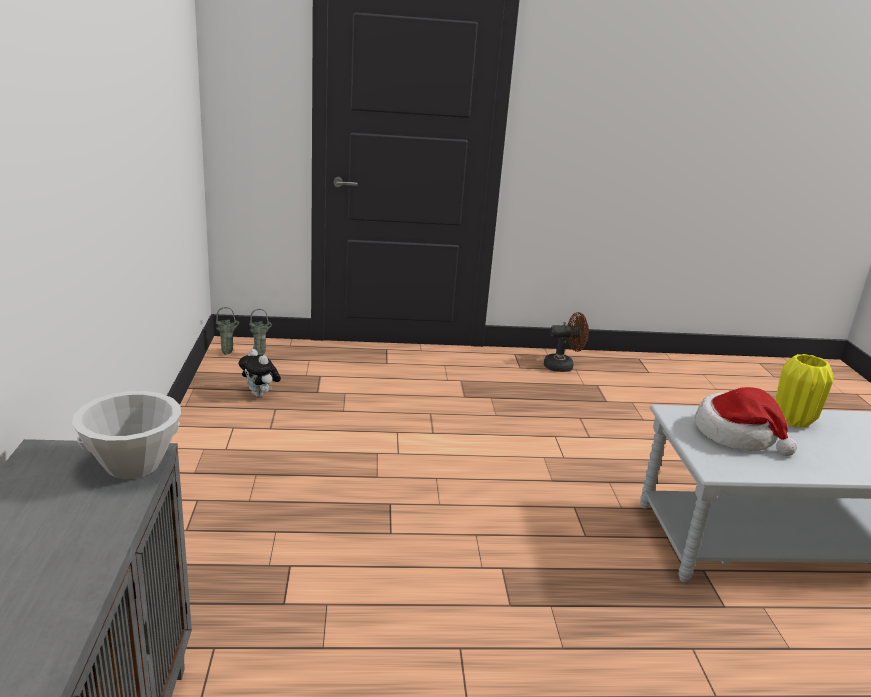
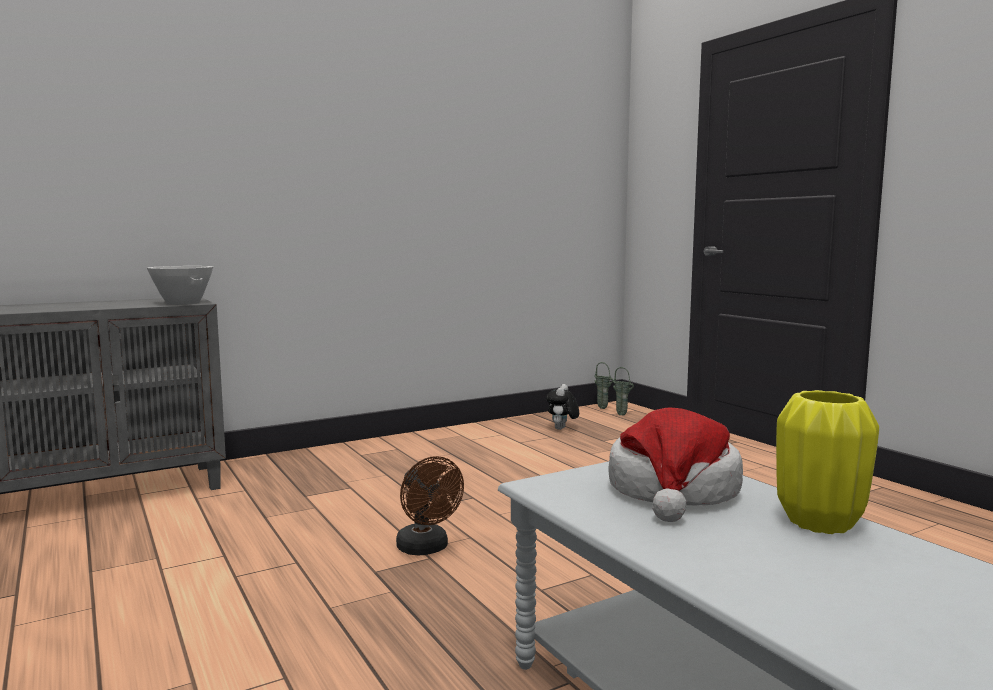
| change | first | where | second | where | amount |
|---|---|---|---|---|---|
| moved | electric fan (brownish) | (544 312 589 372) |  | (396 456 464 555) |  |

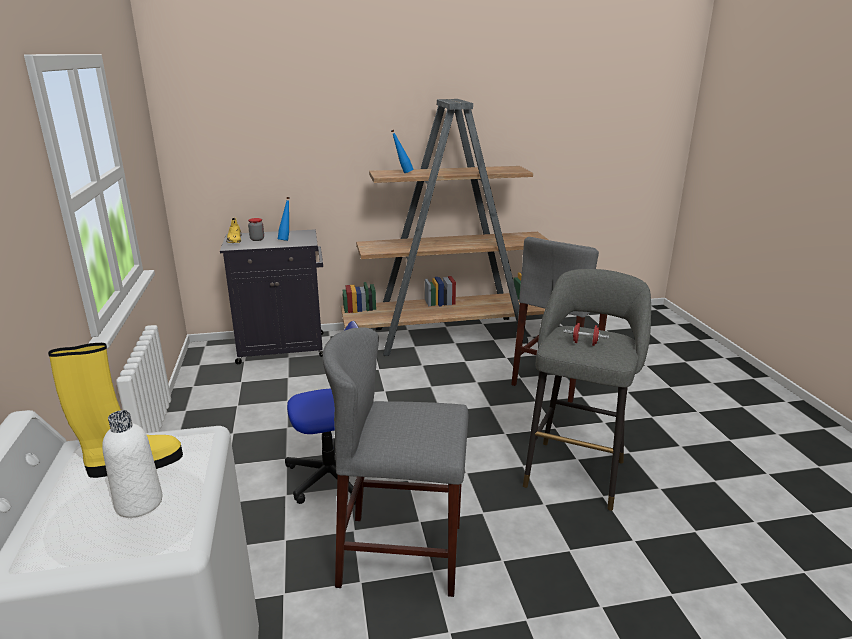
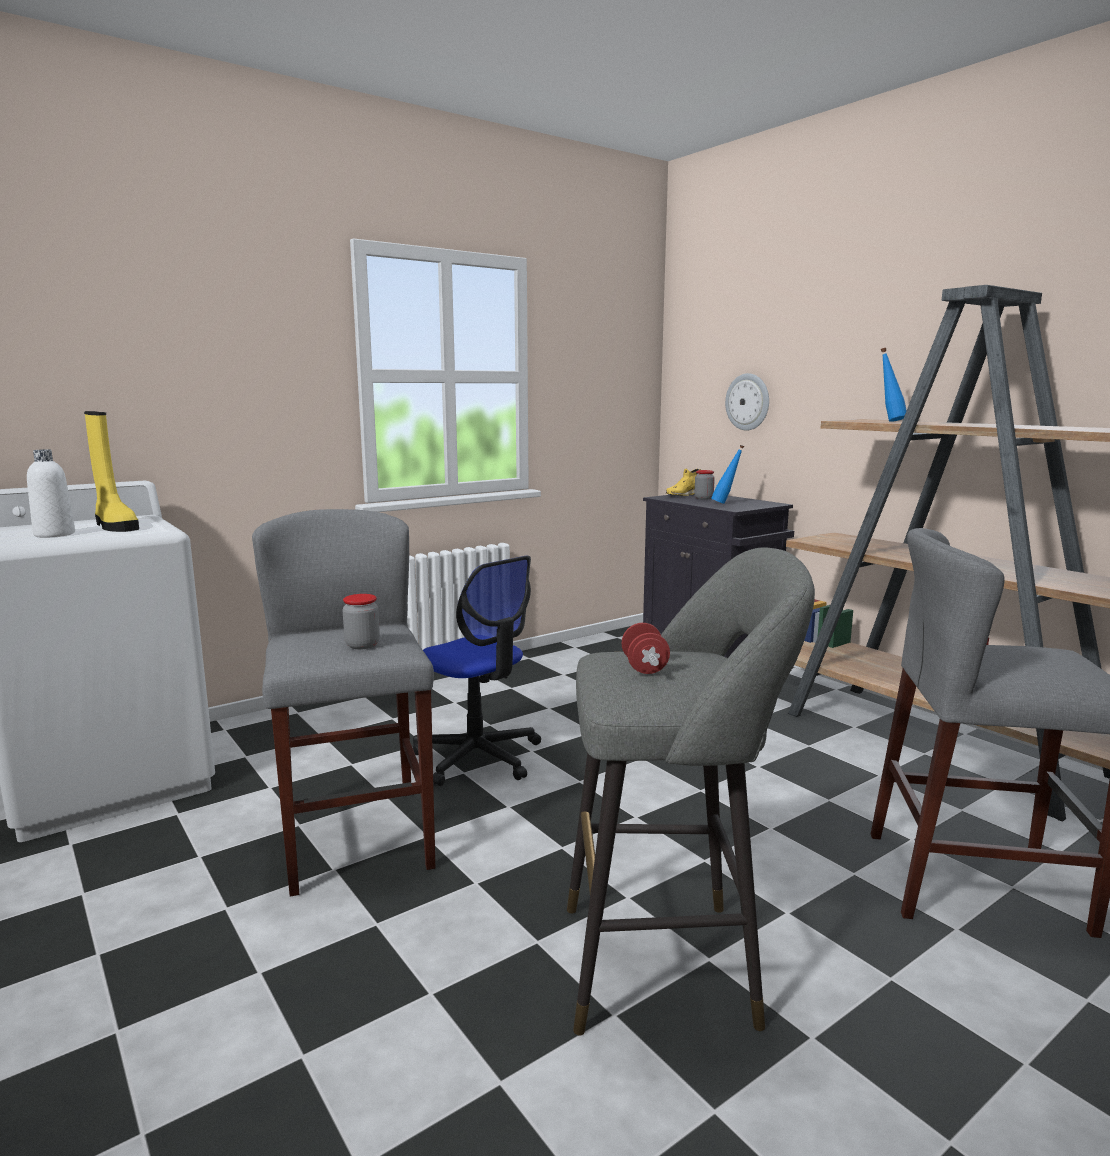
| change | first | where | second | where | amount |
|---|---|---|---|---|---|
| added |  |  | storage jar | (343 594 380 649) |  |
| added |  |  | clock on the wall | (725 373 769 431) |  |

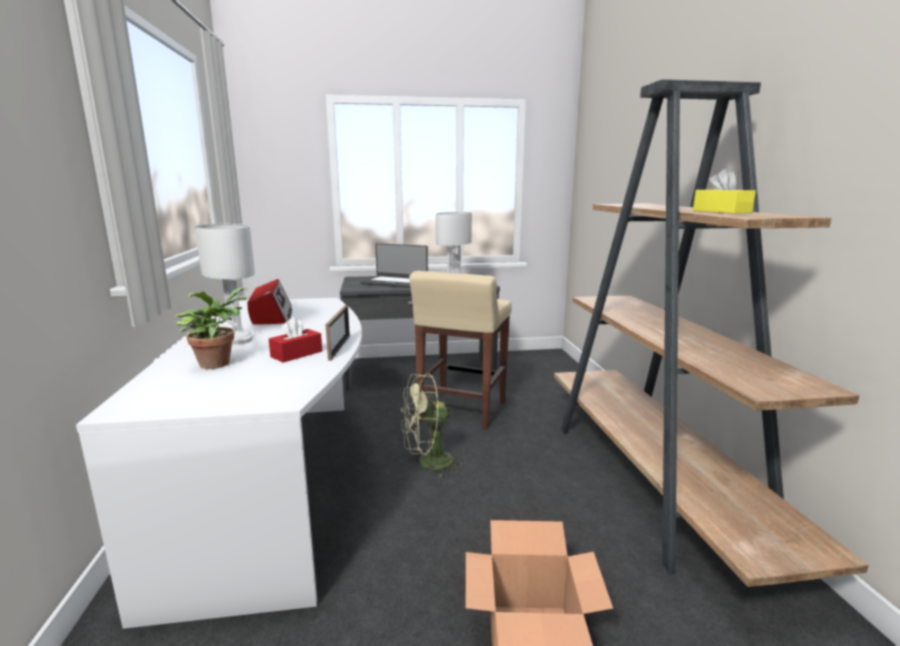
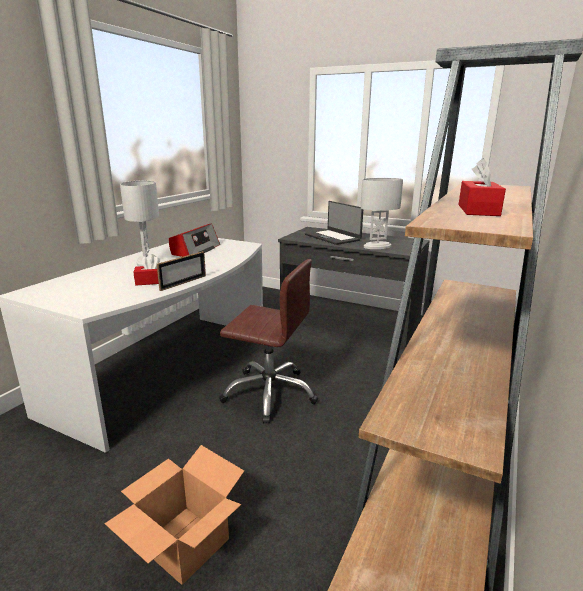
| change | first | where | second | where | amount |
|---|---|---|---|---|---|
| replaced | electric fan (green) | (401 374 466 478) | computer chair (brownish) | (219 259 318 423) |  |
| recoloured | box of tissues (yellow-coloured) | (693 169 756 214) | box of tissues (red) | (459 158 506 216) |  |
| removed | houseplant | (175 287 247 369) |  |  |  |
| removed | stool seat (beige) | (409 271 512 430) |  |  |  |

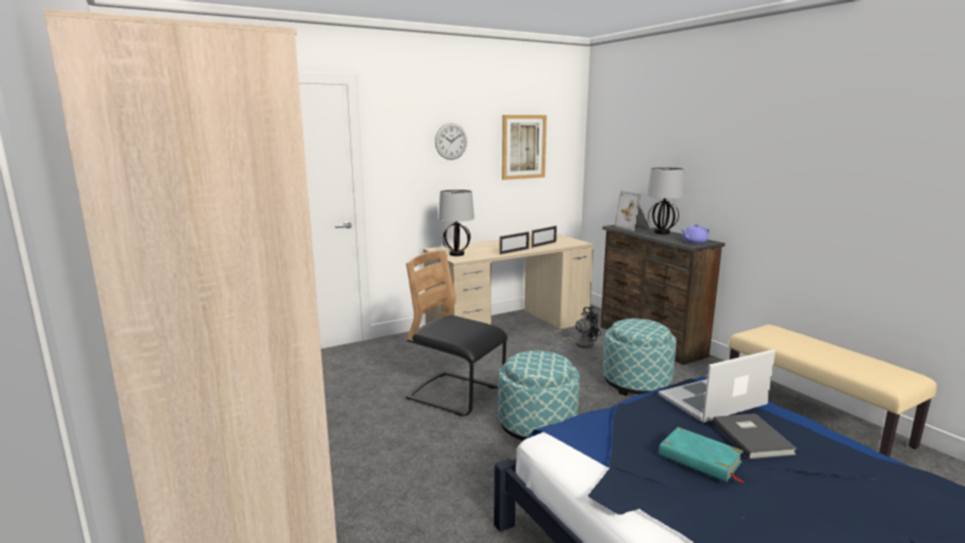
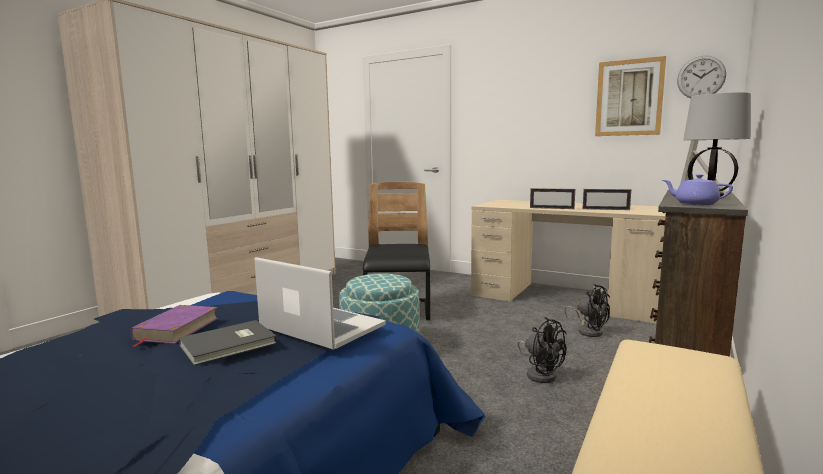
| change | first | where | second | where | amount |
|---|---|---|---|---|---|
| recoloured | book (turquoise) | (659 427 744 483) | book (purple) | (131 305 218 347) |  |
| replaced | ottoman | (603 319 676 396) | electric fan (black-coloured) | (517 317 567 383) |  |
| moved | clock on the wall | (435 123 467 160) |  | (677 55 726 98) |  |
| removed | lamp for a table | (438 190 474 256) |  |  |  |

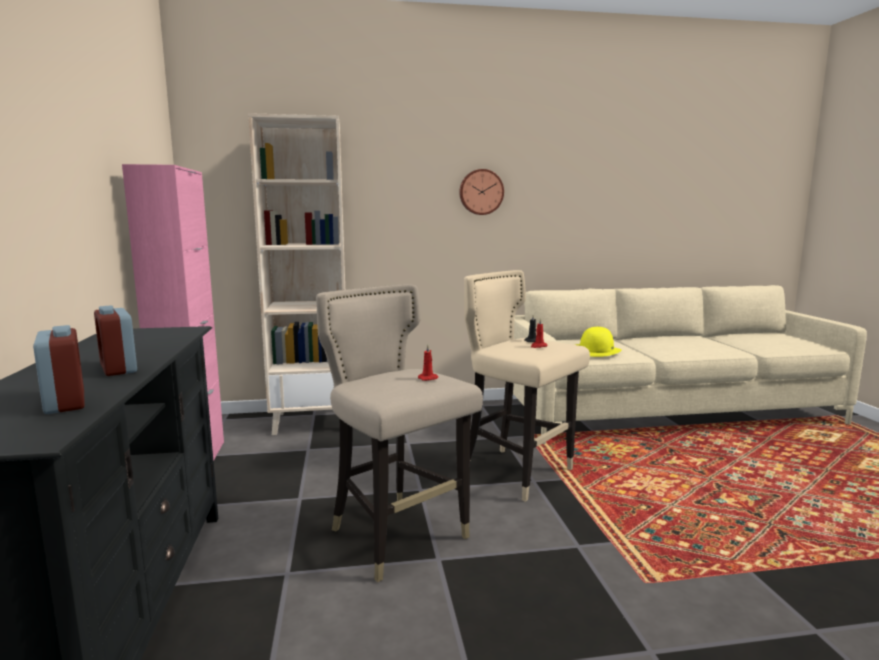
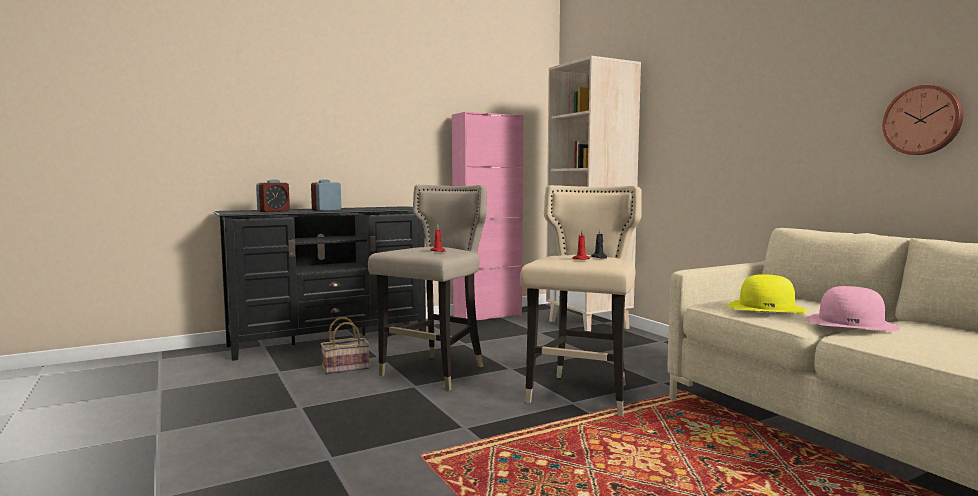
| change | first | where | second | where | amount |
|---|---|---|---|---|---|
| added |  |  | storage basket | (321 317 370 375) |  |
| added |  |  | wearable hat (pink-coloured) | (805 286 900 331) |  |
| moved | clock on the wall | (459 169 504 215) |  | (882 85 963 155) |  |

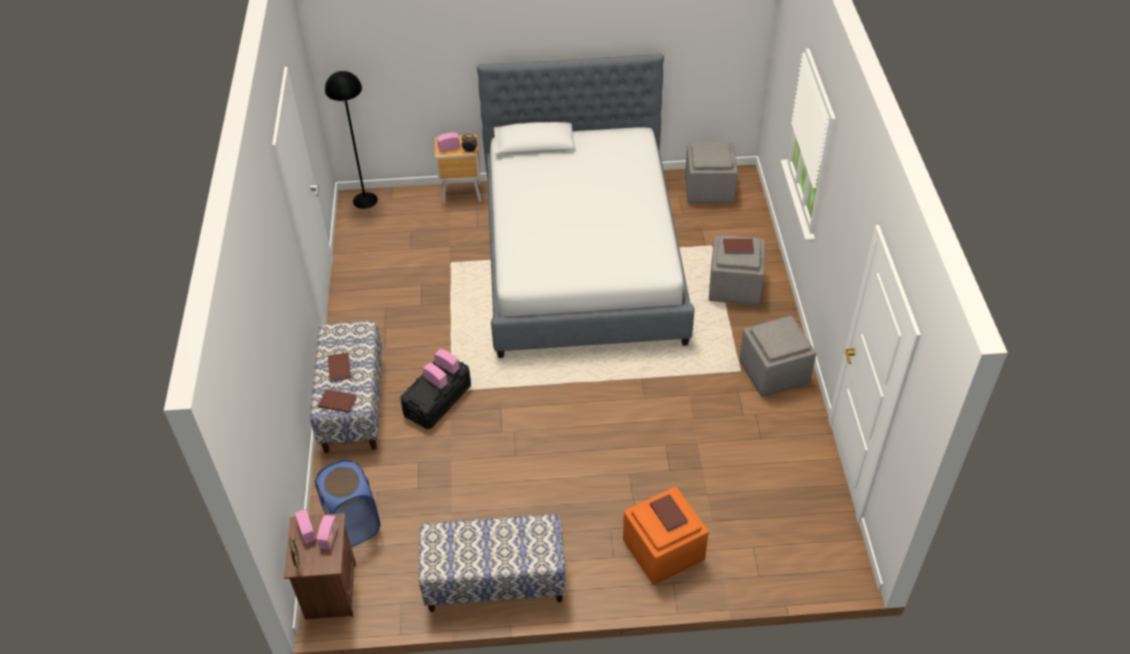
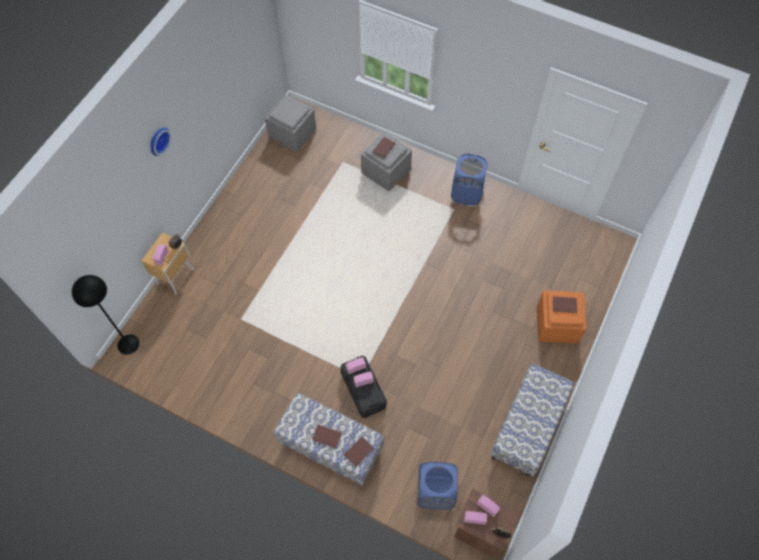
| change | first | where | second | where | amount |
|---|---|---|---|---|---|
| added |  |  | clock on the wall | (150 128 171 156) |  |
| replaced | ottoman (grey) | (739 316 816 397) | hamper (blue-coloured) | (451 154 488 206) |  |
| removed | bed | (477 53 694 358) |  |  |  |

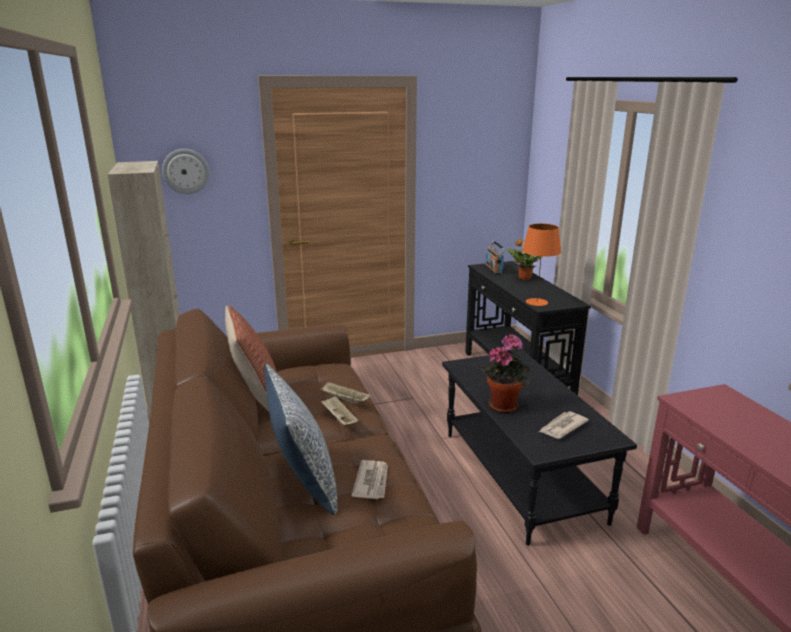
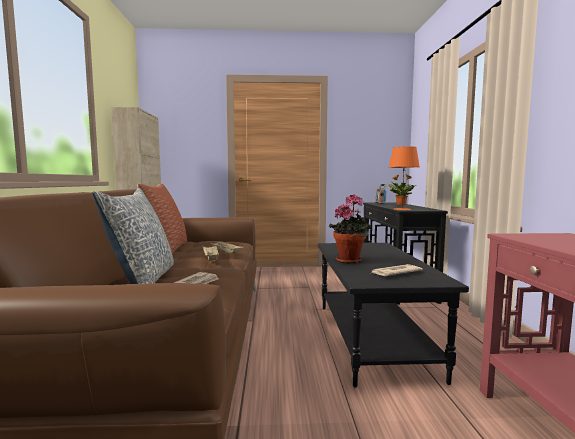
| change | first | where | second | where | amount |
|---|---|---|---|---|---|
| removed | clock on the wall | (162 149 210 194) |  |  |  |

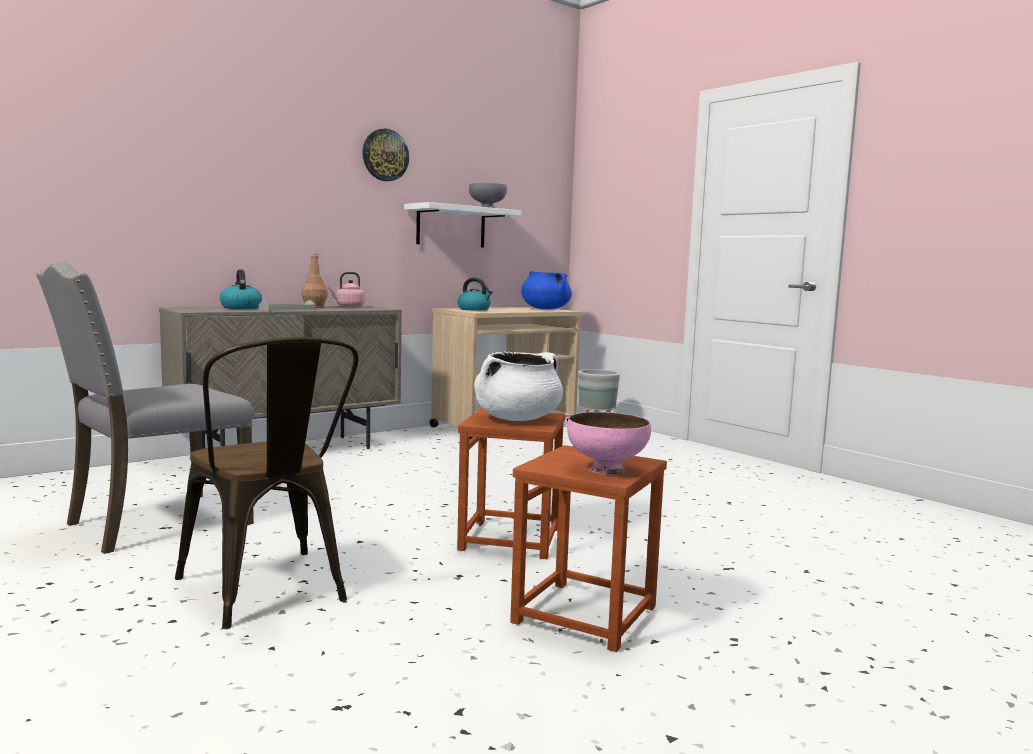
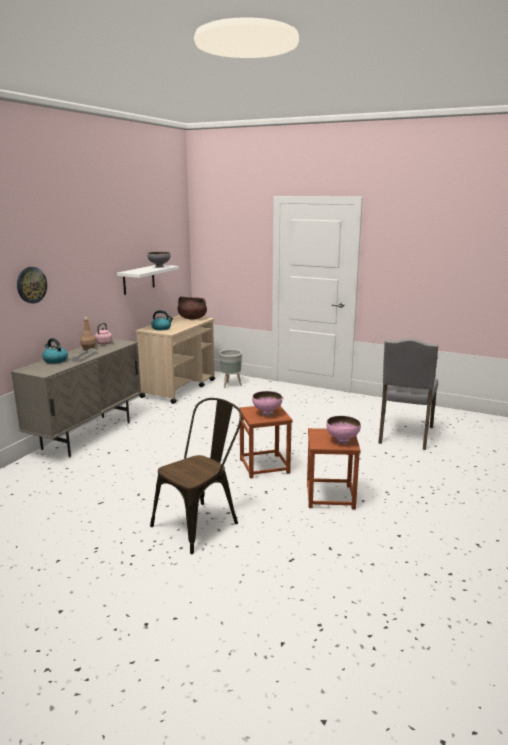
| change | first | where | second | where | amount |
|---|---|---|---|---|---|
| moved | clock on the wall | (362 129 409 181) |  | (17 267 47 303) |  |
| turned | plain chair (brownish) | (175 337 359 629) |  | (150 398 242 554) | 75 degrees counterclockwise |
| recoloured | cooking pot (blue-coloured) | (521 271 572 309) | cooking pot (brownish) | (177 297 207 320) |  |
| replaced | cooking pot (whitish) | (474 351 563 421) | serving bowl (pink-coloured) | (252 391 282 416) |  |
| moved | plain chair (grey) | (36 262 254 554) |  | (378 338 438 450) |  |

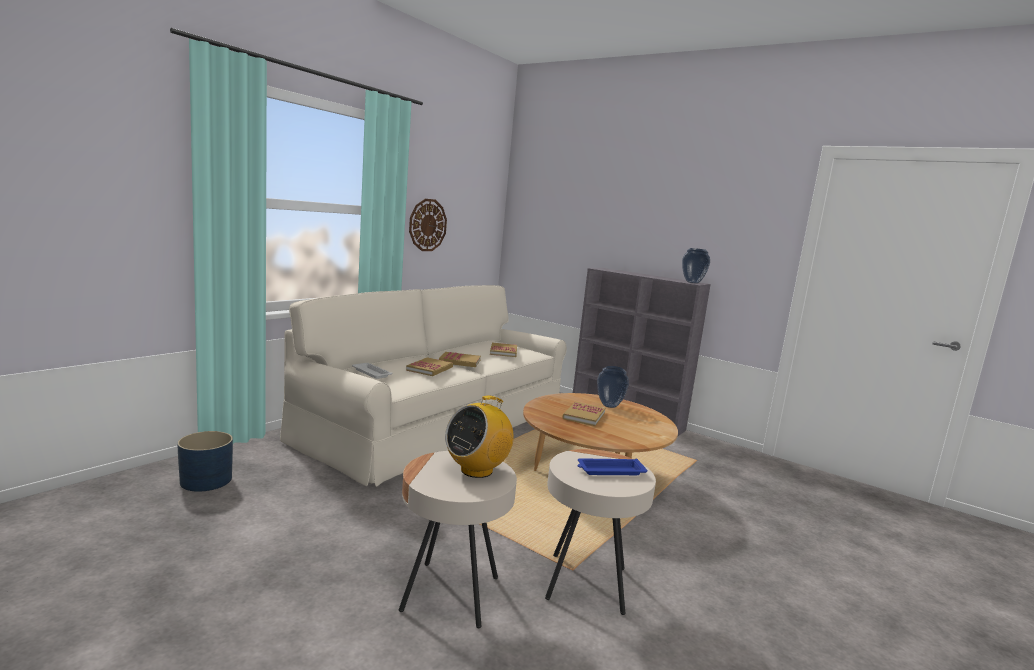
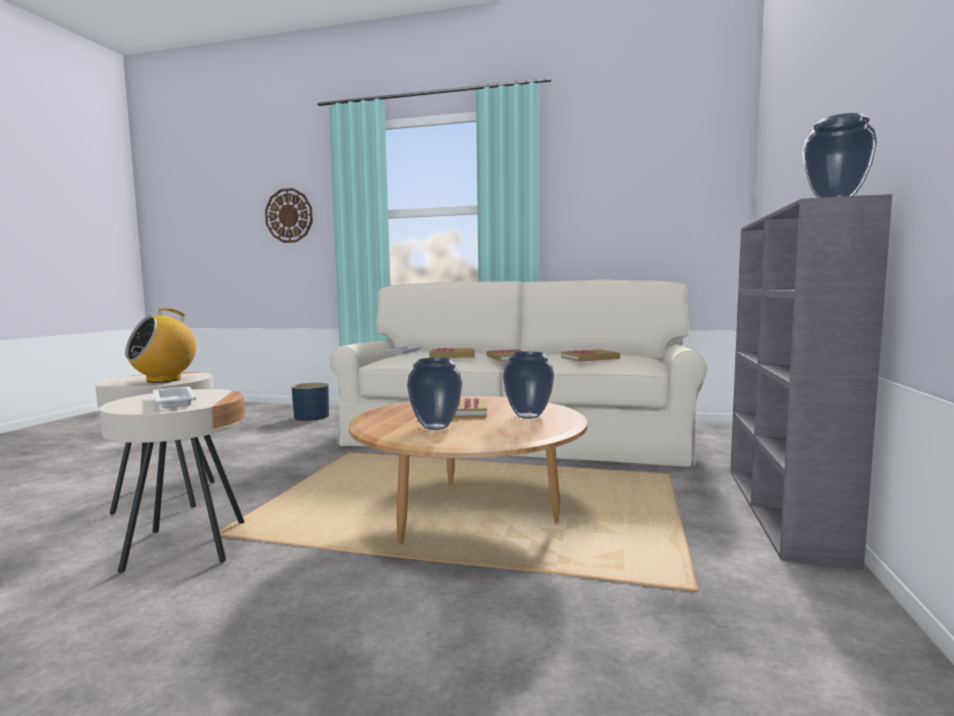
| change | first | where | second | where | amount |
|---|---|---|---|---|---|
| turned | radio | (445 395 514 478) |  | (125 308 196 383) | 75 degrees counterclockwise |
| recoloured | serving tray (blue-coloured) | (578 458 647 475) | serving tray (whitish) | (153 387 197 408) |  |
| moved | clock on the wall | (409 199 447 251) |  | (265 188 313 243) |  |
| added |  |  | vase | (407 358 462 430) |  |

